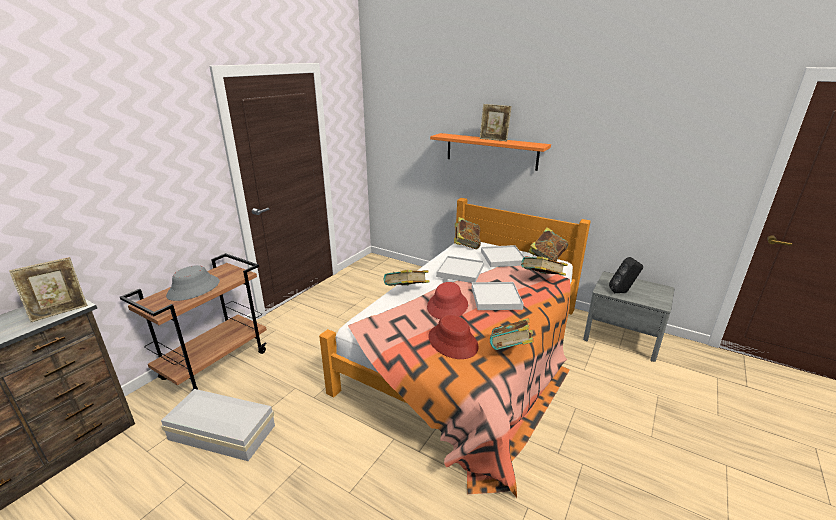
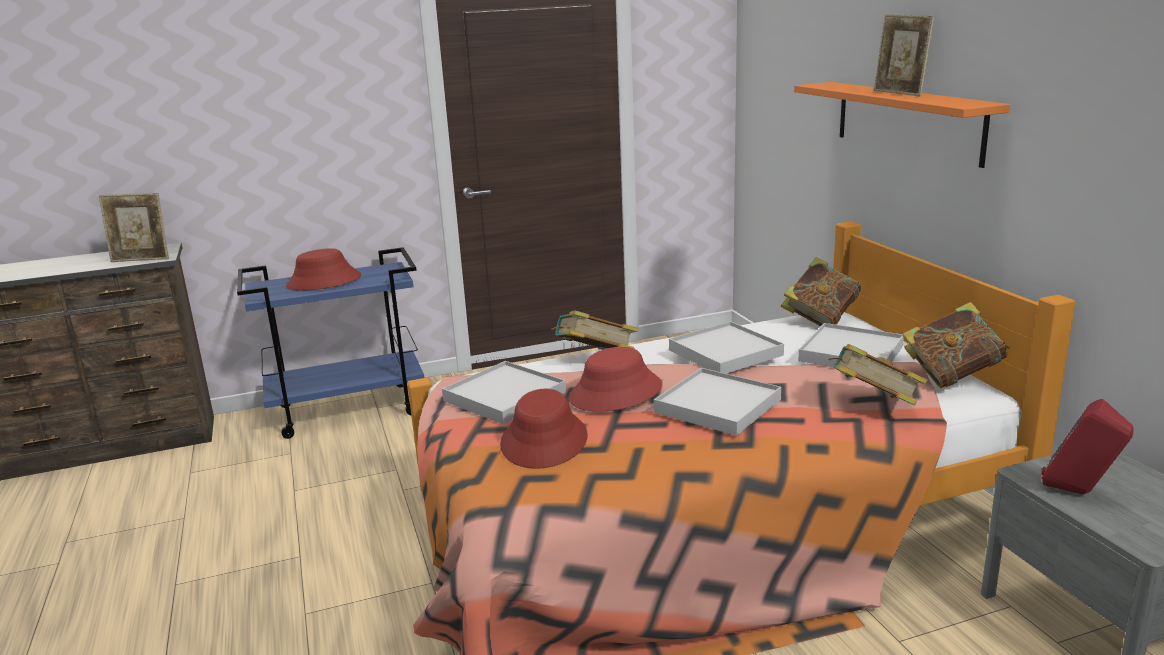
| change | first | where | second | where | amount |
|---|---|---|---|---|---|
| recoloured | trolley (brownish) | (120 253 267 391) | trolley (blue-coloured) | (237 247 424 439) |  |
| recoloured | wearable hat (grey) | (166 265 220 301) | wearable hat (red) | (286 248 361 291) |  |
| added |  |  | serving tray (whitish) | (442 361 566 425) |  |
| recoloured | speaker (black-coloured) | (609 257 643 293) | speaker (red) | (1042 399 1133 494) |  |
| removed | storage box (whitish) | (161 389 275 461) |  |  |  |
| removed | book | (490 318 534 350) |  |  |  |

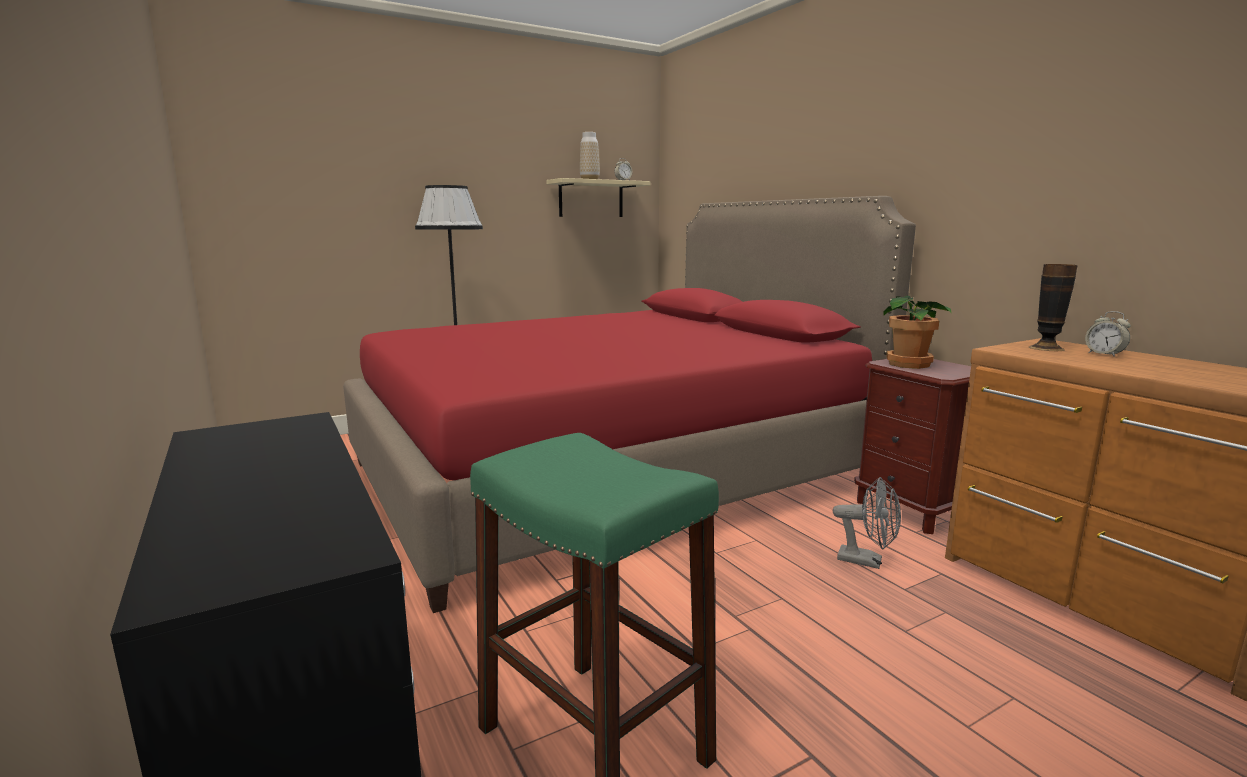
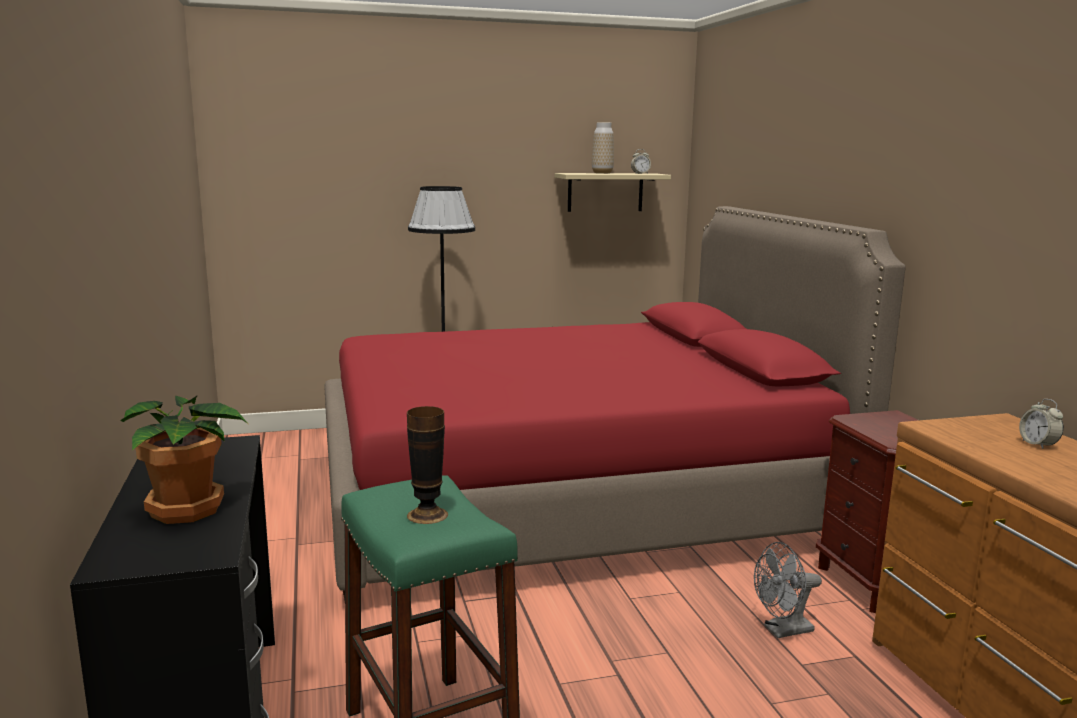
| change | first | where | second | where | amount |
|---|---|---|---|---|---|
| moved | houseplant | (883 295 952 369) |  | (121 395 248 524) |  |
| moved | vase | (1029 264 1078 351) |  | (407 406 448 524) |  |
| turned | electric fan (grey) | (833 477 901 569) |  | (754 542 822 638) | 120 degrees clockwise |

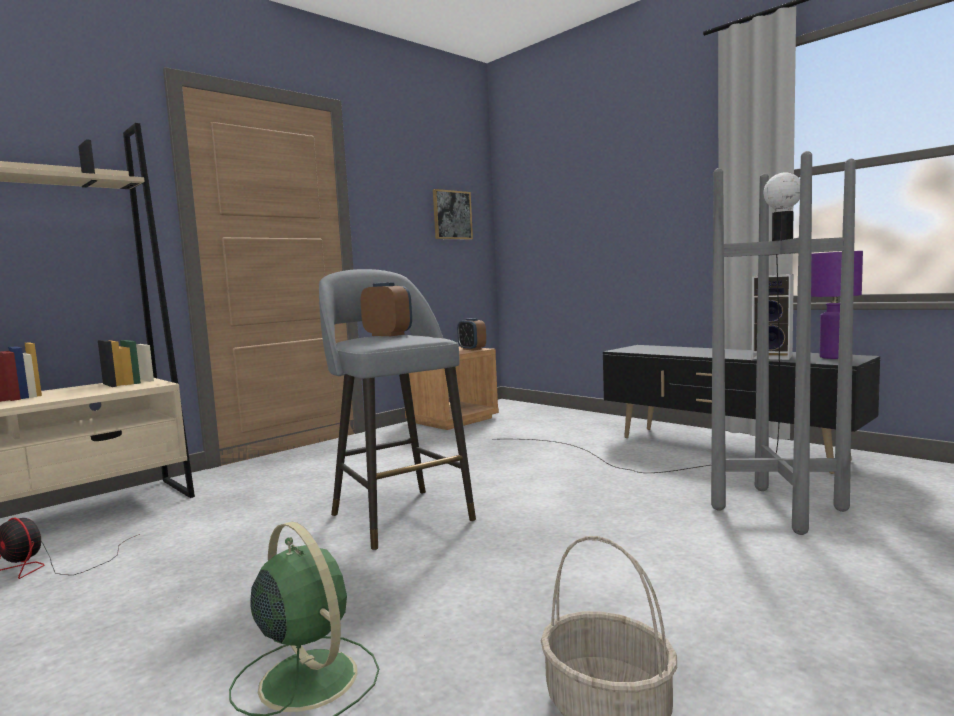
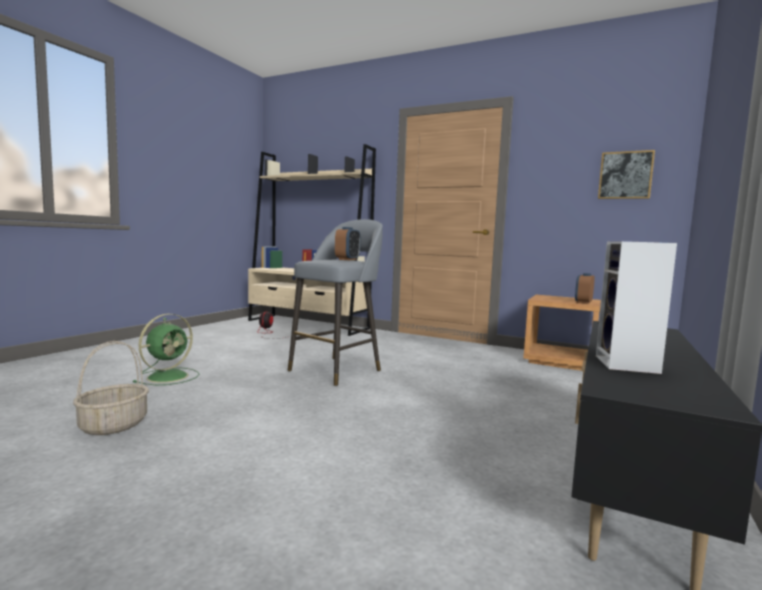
| change | first | where | second | where | amount |
|---|---|---|---|---|---|
| removed | standing lamp (grey) | (492 151 856 535) |  |  |  |
| removed | lamp for a table (purple) | (811 251 863 359) |  |  |  |

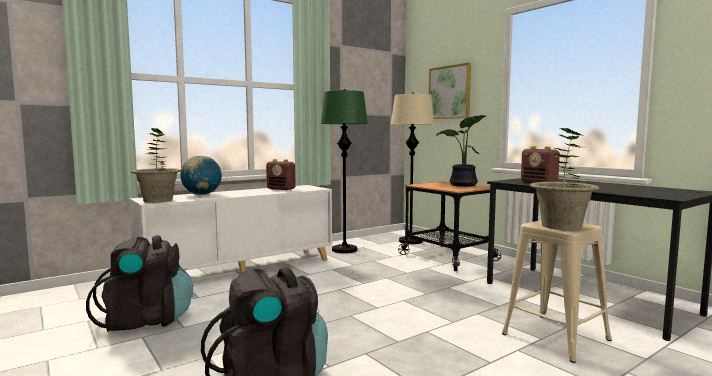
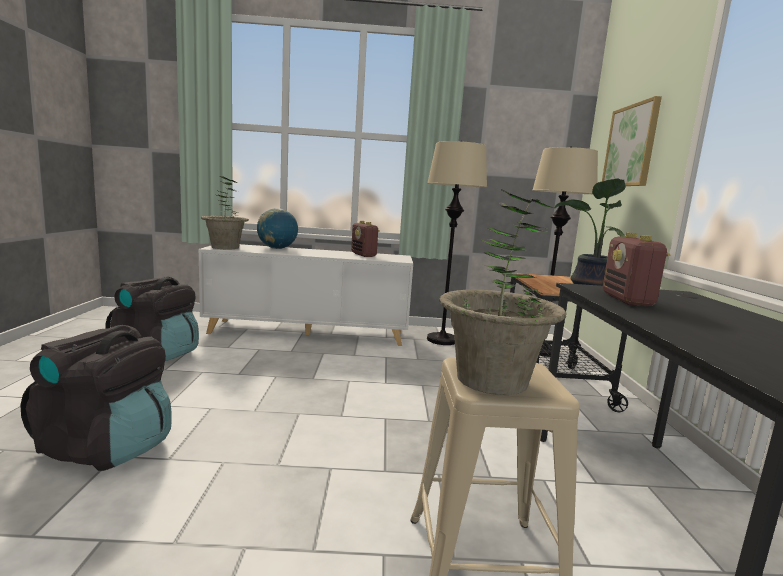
| change | first | where | second | where | amount |
|---|---|---|---|---|---|
| recoloured | standing lamp (green) | (321 89 368 253) | standing lamp (beige) | (427 141 487 345) |  |

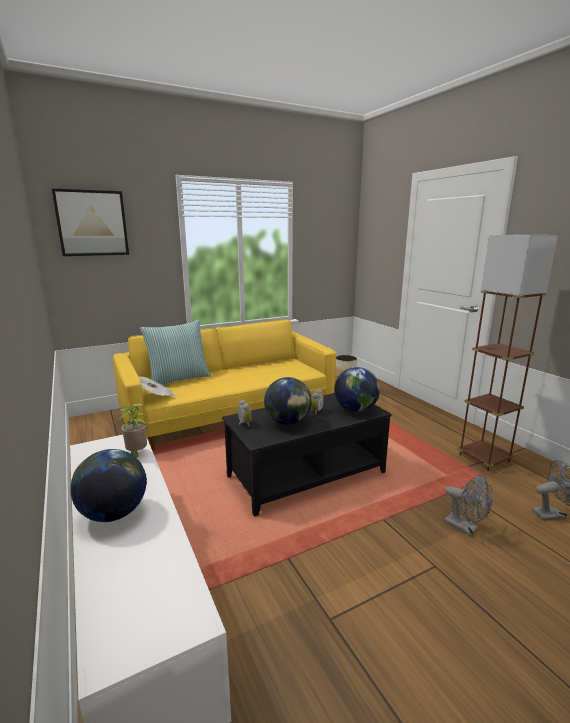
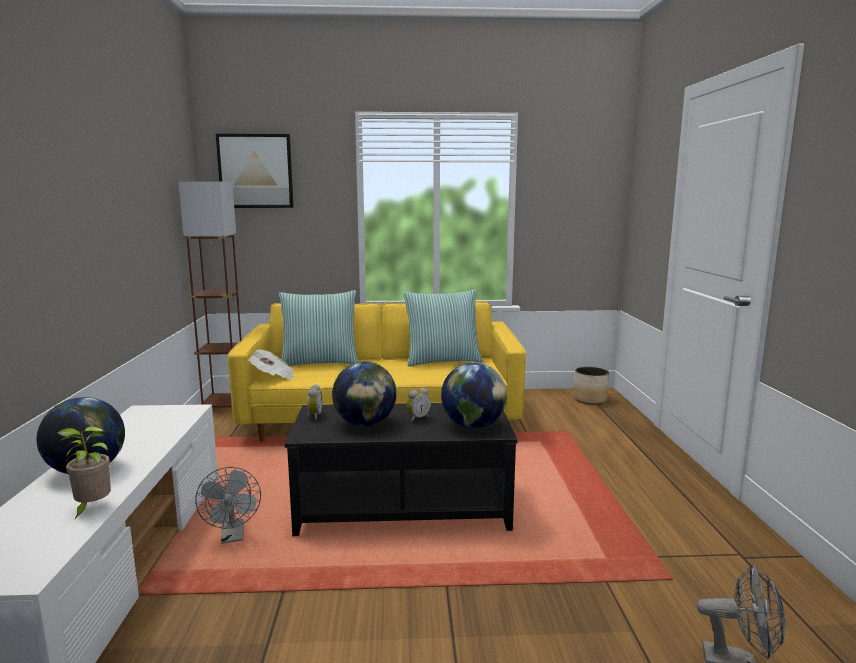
| change | first | where | second | where | amount |
|---|---|---|---|---|---|
| moved | houseplant | (119 403 147 458) |  | (57 426 111 519) |  |
| moved | standing lamp (brownish) | (457 235 558 471) |  | (179 182 242 408) |  |
| moved | electric fan (grey) | (444 475 493 536) |  | (195 467 261 544) |  |
| added |  |  | cushion | (403 289 483 366) |  |

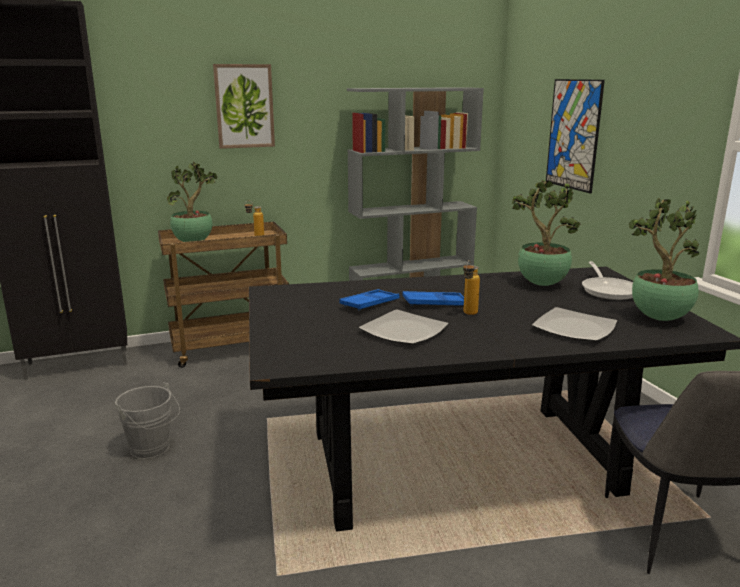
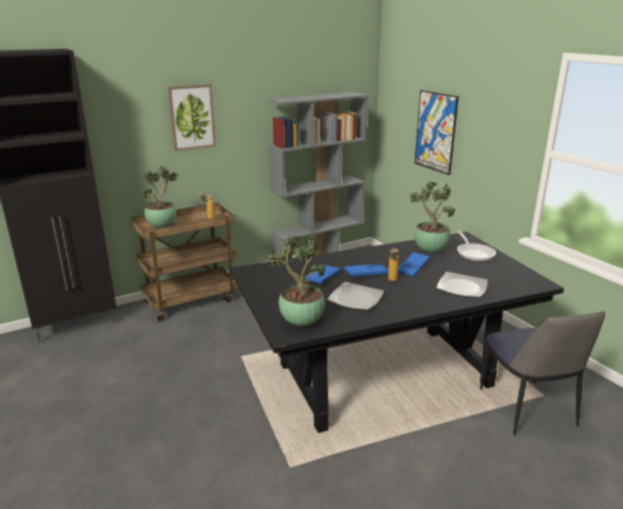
| change | first | where | second | where | amount |
|---|---|---|---|---|---|
| moved | houseplant | (629 198 699 321) |  | (267 235 325 326) |  |
| added |  |  | serving tray (blue-coloured) | (398 252 430 277) |  |
| removed | pail (grey) | (115 382 180 459) |  |  |  |

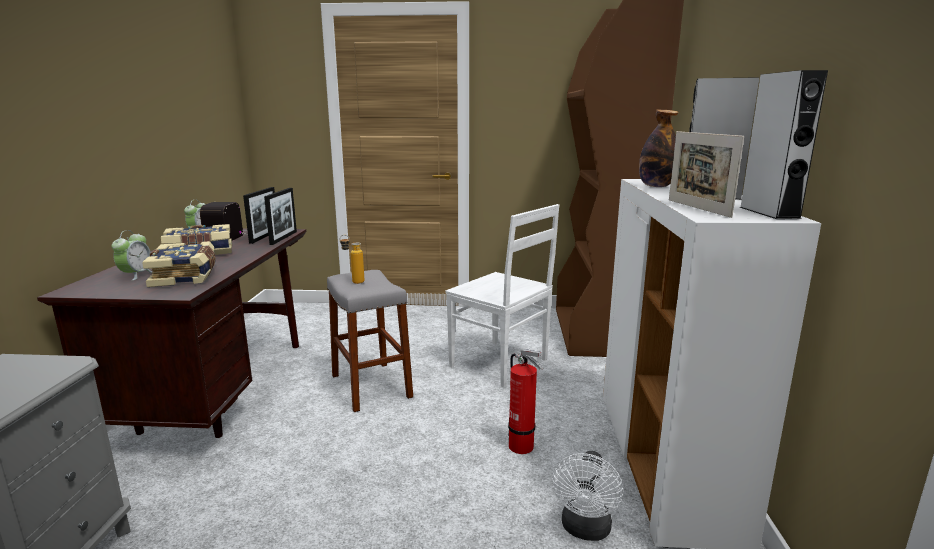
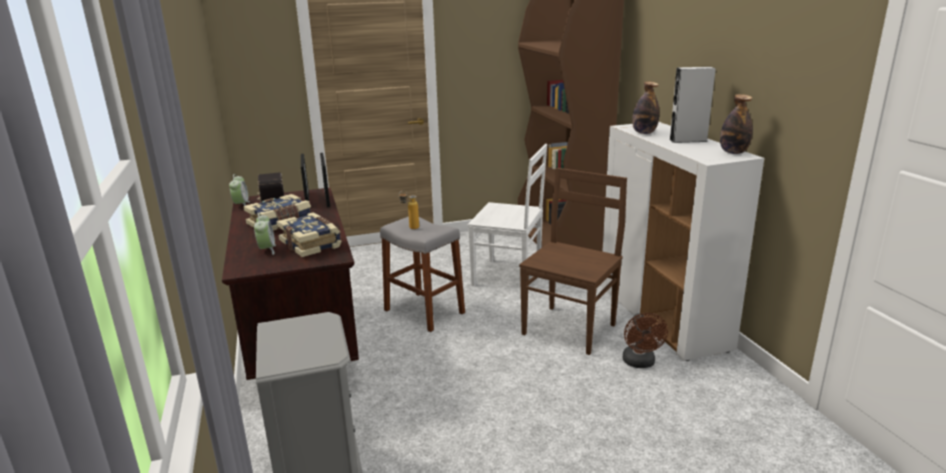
| change | first | where | second | where | amount |
|---|---|---|---|---|---|
| replaced | fire-fighting cylinder | (508 349 543 454) | plain chair (brownish) | (519 168 627 355) |  |
| recoloured | electric fan (whitish) | (553 451 623 541) | electric fan (brownish) | (623 313 668 368) |  |
| replaced | speaker (grey) | (740 70 828 219) | drink bottle | (720 94 753 154) |  |
| removed | photo frame | (669 131 744 218) |  |  |  |

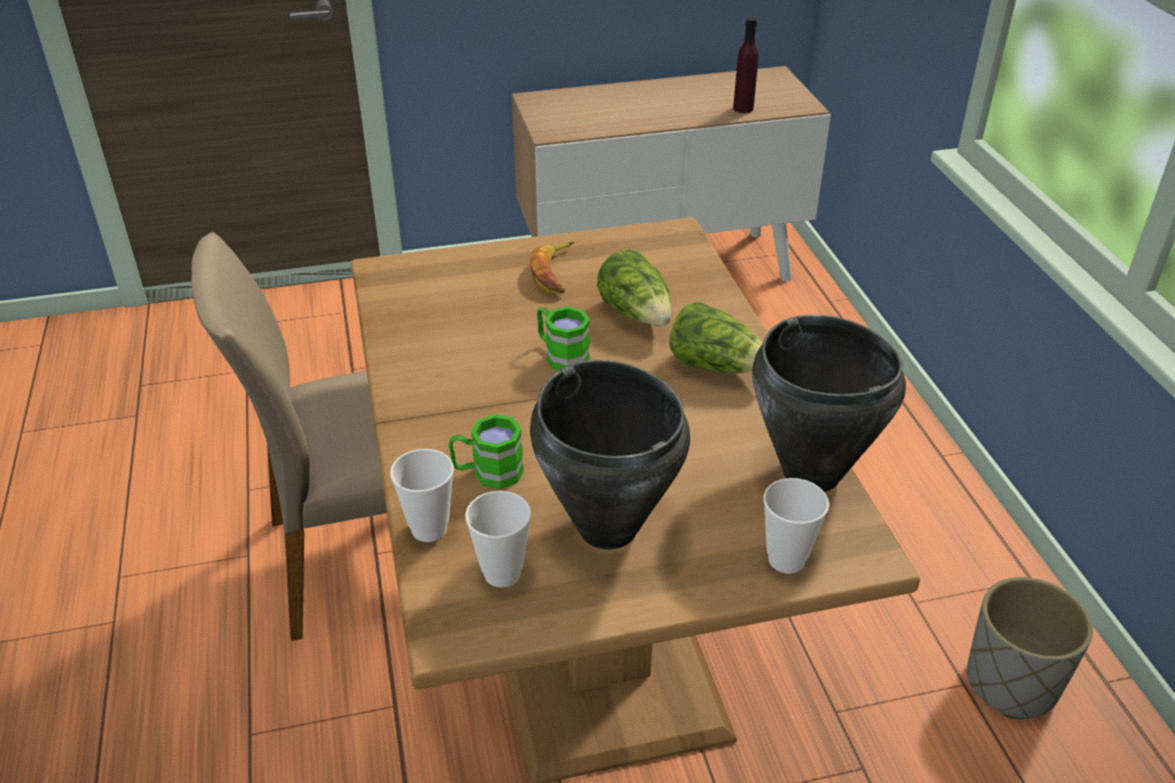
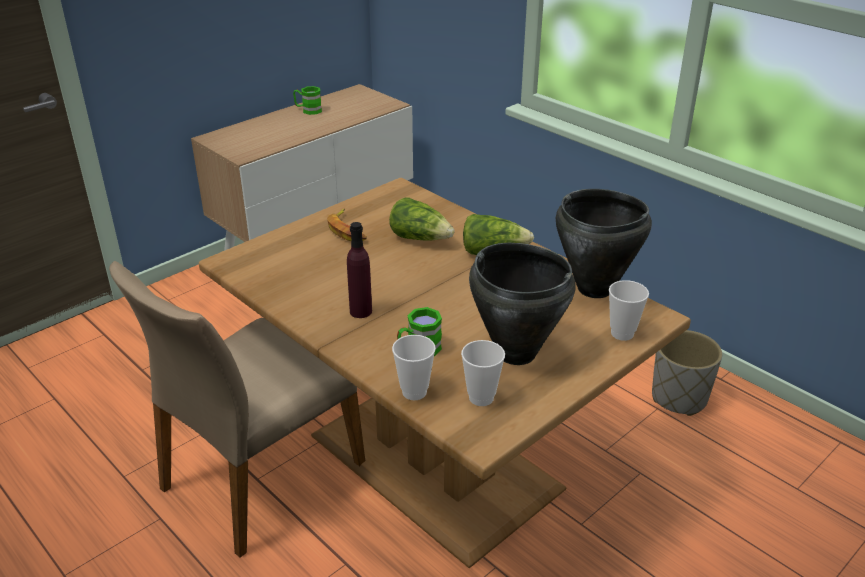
| change | first | where | second | where | amount |
|---|---|---|---|---|---|
| moved | tea mug (green) | (537 307 590 370) |  | (293 86 322 115) |  |
| moved | drink bottle (purple) | (733 18 758 113) |  | (347 222 372 318) |  |

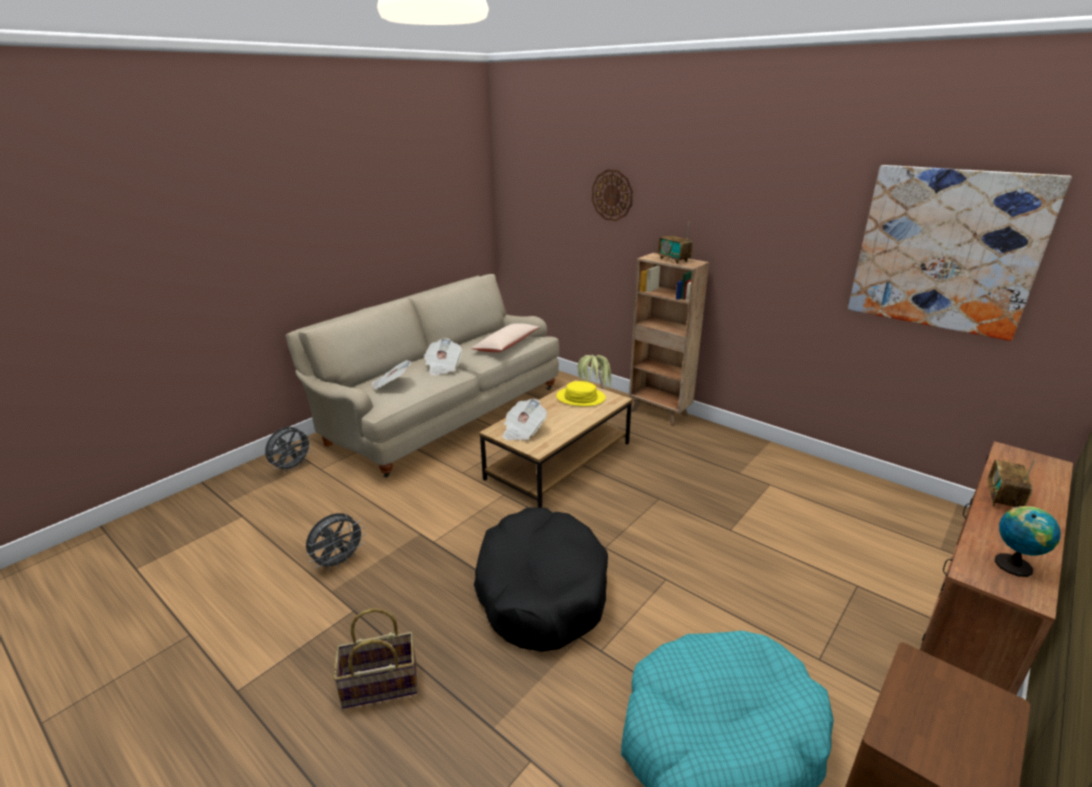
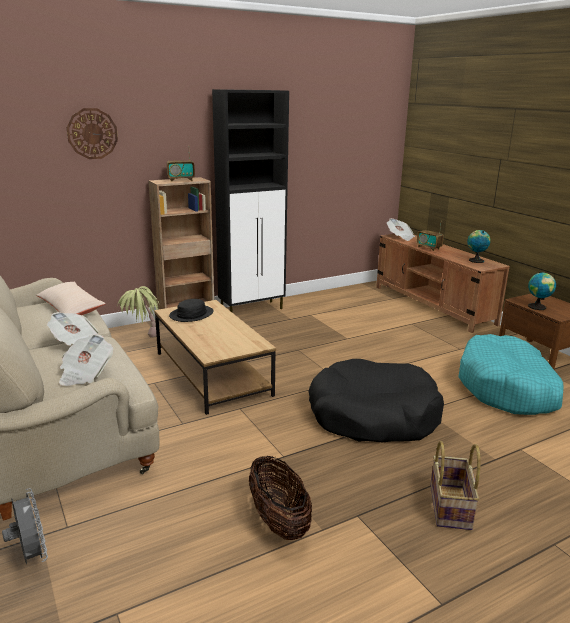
| change | first | where | second | where | amount |
|---|---|---|---|---|---|
| recoloured | wearable hat (yellow-coloured) | (556 381 606 406) | wearable hat (black-coloured) | (169 299 214 322) |  |
| added |  |  | cupboard (black-coloured) | (212 89 289 312) |  |
| replaced | electric fan (grey) | (306 513 366 571) | storage basket | (248 455 312 540) |  |
| moved | printed paper | (502 399 547 441) |  | (387 218 415 241) |  |
| added |  |  | desk globe | (528 271 556 310) |  |
| removed | picture | (848 165 1072 341) |  |  |  |

